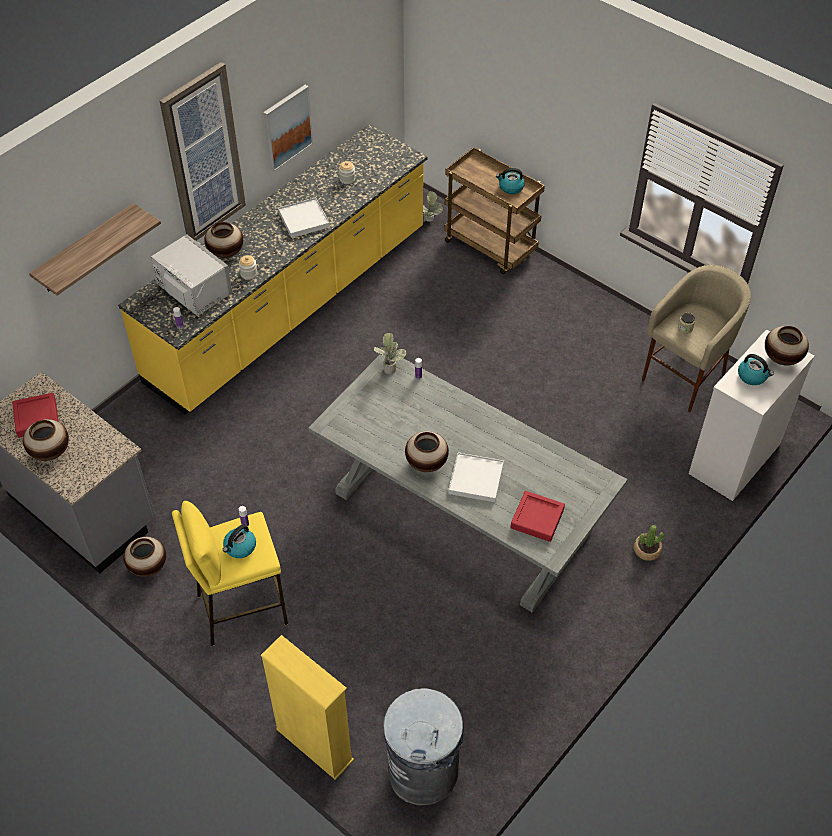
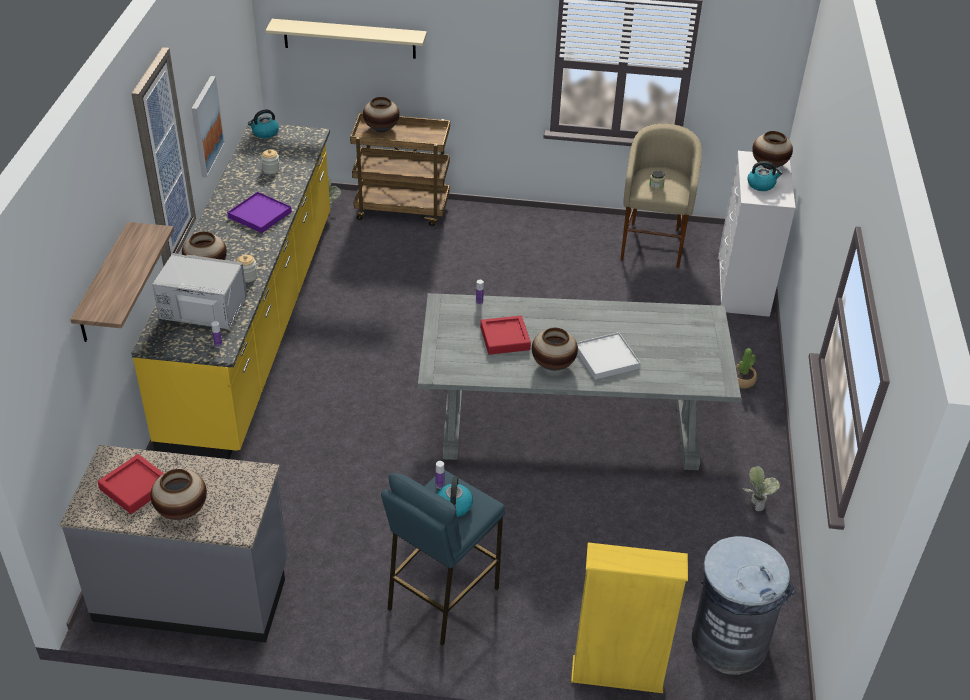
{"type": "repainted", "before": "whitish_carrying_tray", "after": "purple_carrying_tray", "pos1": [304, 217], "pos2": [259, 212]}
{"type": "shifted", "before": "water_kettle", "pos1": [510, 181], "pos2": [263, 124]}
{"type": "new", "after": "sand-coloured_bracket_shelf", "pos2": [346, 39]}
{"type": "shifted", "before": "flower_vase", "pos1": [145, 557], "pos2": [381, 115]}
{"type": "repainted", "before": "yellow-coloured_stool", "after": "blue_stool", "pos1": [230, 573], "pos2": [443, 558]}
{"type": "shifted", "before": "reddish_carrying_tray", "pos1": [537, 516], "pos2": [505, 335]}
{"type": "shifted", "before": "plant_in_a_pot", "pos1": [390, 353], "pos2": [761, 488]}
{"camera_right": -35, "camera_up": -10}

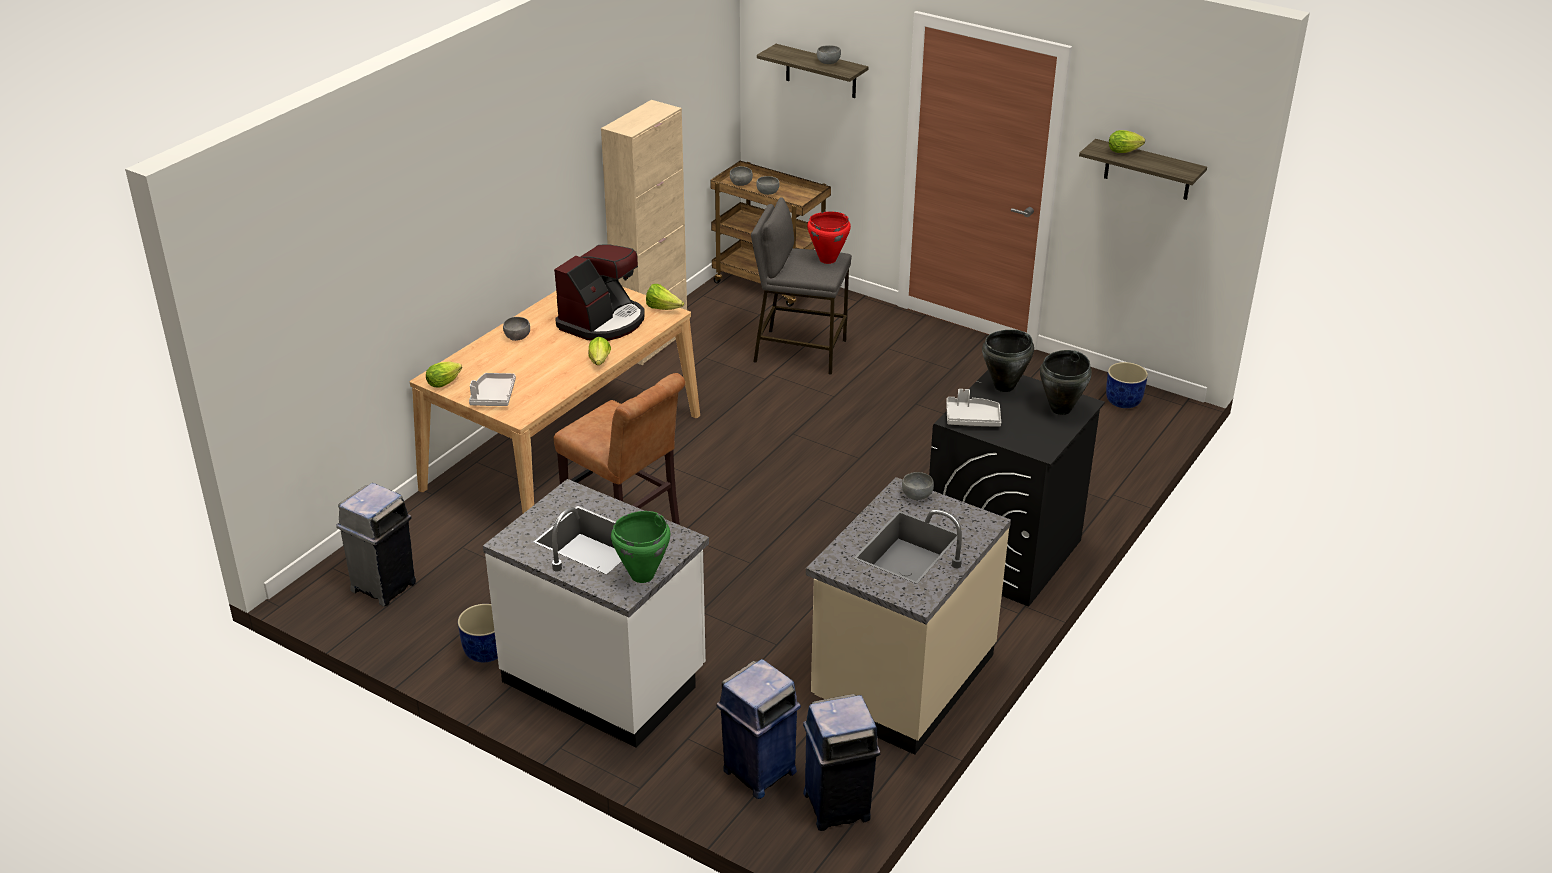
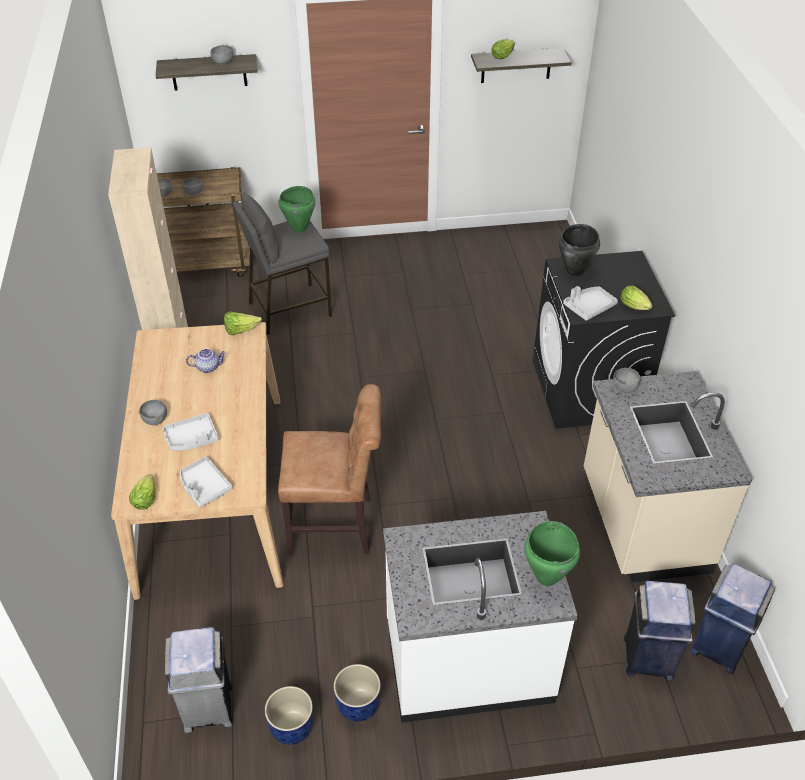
{"type": "new", "after": "gray_carrying_tray", "pos2": [190, 431]}
{"type": "swapped", "before": "coffee_maker", "after": "pot_for_tea", "pos1": [599, 292], "pos2": [206, 360]}
{"type": "shifted", "before": "blue_flower_pot", "pos1": [1127, 385], "pos2": [289, 715]}
{"type": "repainted", "before": "reddish_stockpot", "after": "green_stockpot", "pos1": [829, 238], "pos2": [297, 209]}
{"type": "shifted", "before": "head_of_lettuce", "pos1": [600, 351], "pos2": [636, 297]}
{"type": "gone", "before": "black-coloured_stockpot", "pos1": [1066, 382]}
{"camera_right": -40, "camera_up": 10}

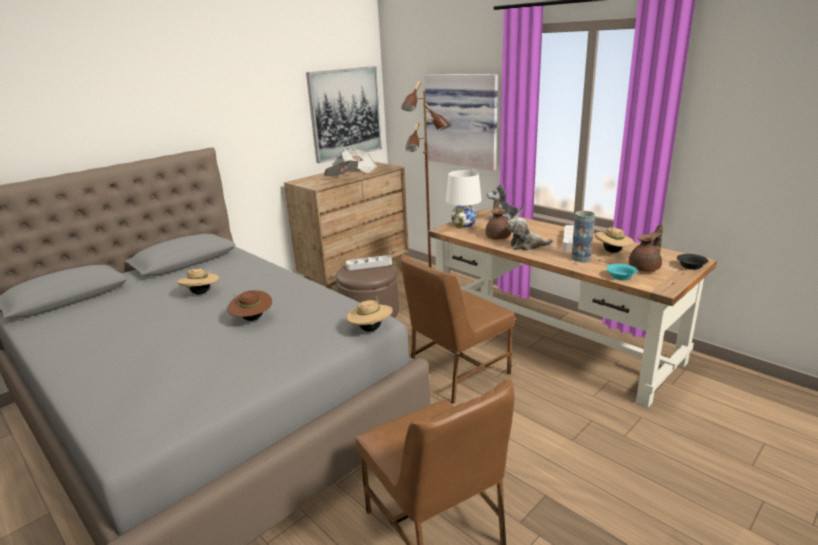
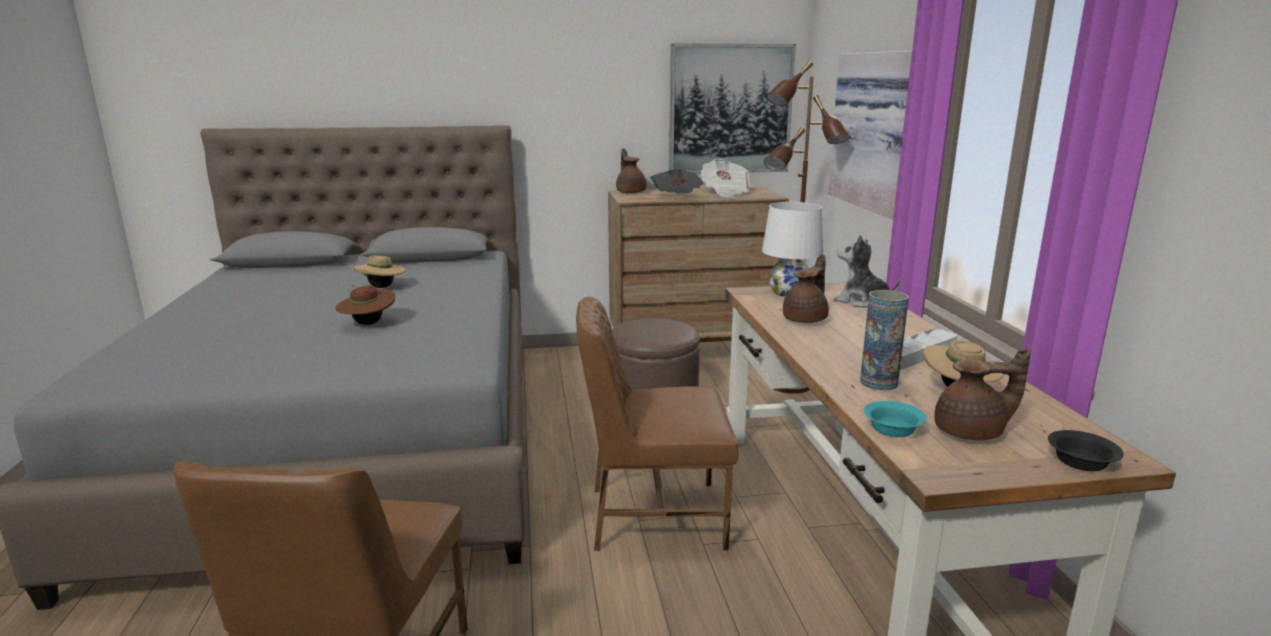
{"type": "new", "after": "brown_pot_for_tea", "pos2": [631, 170]}
{"type": "gone", "before": "gray_carrying_tray", "pos1": [369, 262]}
{"type": "gone", "before": "sand-coloured_clothing_hat", "pos1": [370, 314]}
{"type": "gone", "before": "soft_toy", "pos1": [531, 234]}
{"camera_right": 35, "camera_up": -5}

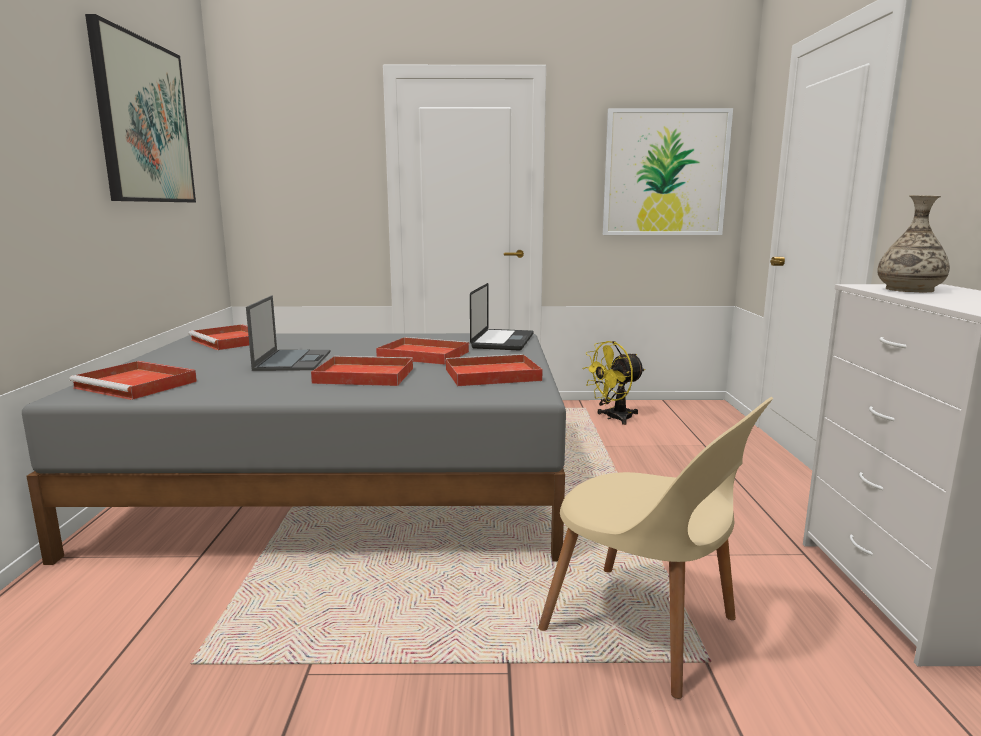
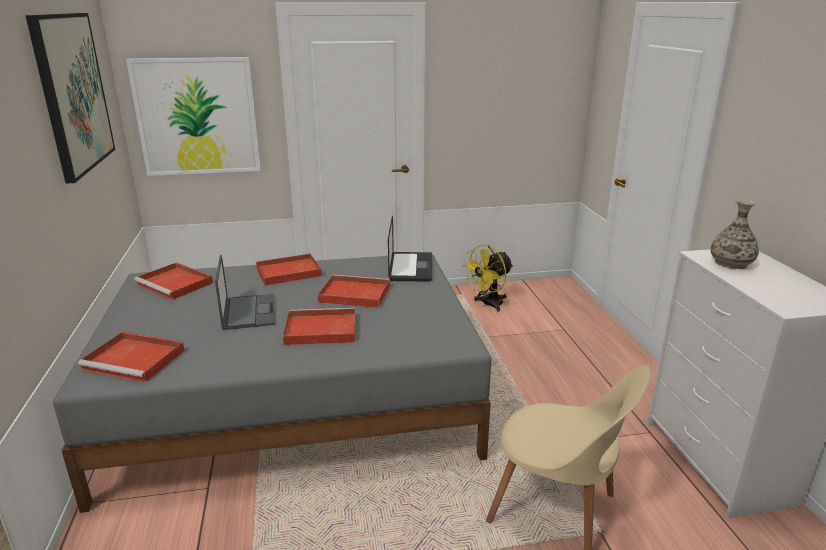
{"type": "shifted", "before": "wall_picture", "pos1": [668, 171], "pos2": [193, 116]}
{"type": "shifted", "before": "reddish_carrying_tray", "pos1": [494, 370], "pos2": [289, 269]}
{"camera_right": -10, "camera_up": 10}

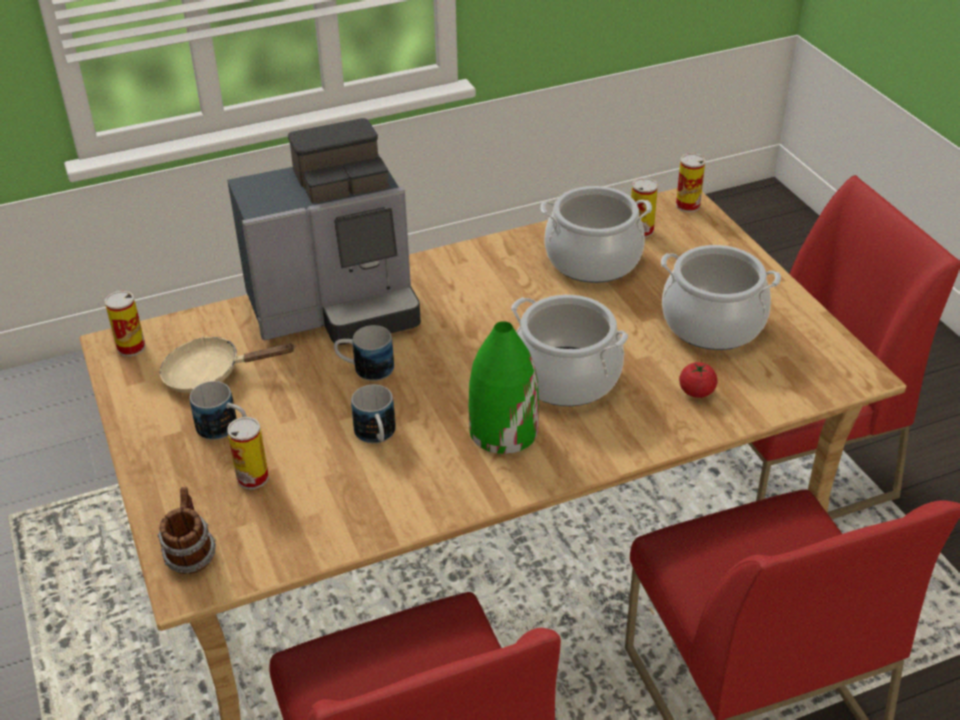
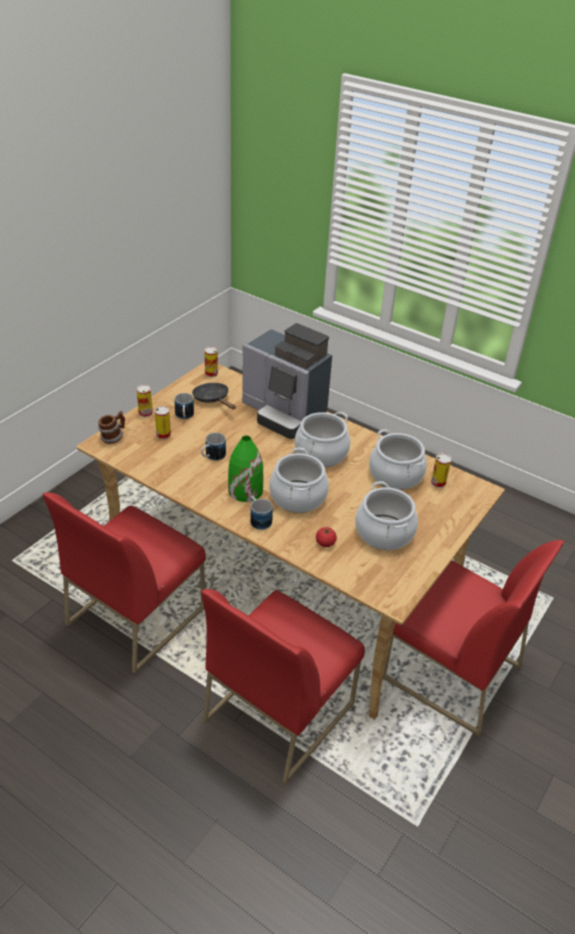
{"type": "shifted", "before": "metal_can", "pos1": [691, 182], "pos2": [145, 401]}
{"type": "repainted", "before": "sand-coloured_frying_pan", "after": "black-coloured_frying_pan", "pos1": [228, 365], "pos2": [214, 396]}
{"type": "shifted", "before": "mug", "pos1": [364, 353], "pos2": [261, 513]}
{"type": "new", "after": "stockpot", "pos2": [322, 439]}
{"camera_right": 55, "camera_up": 0}

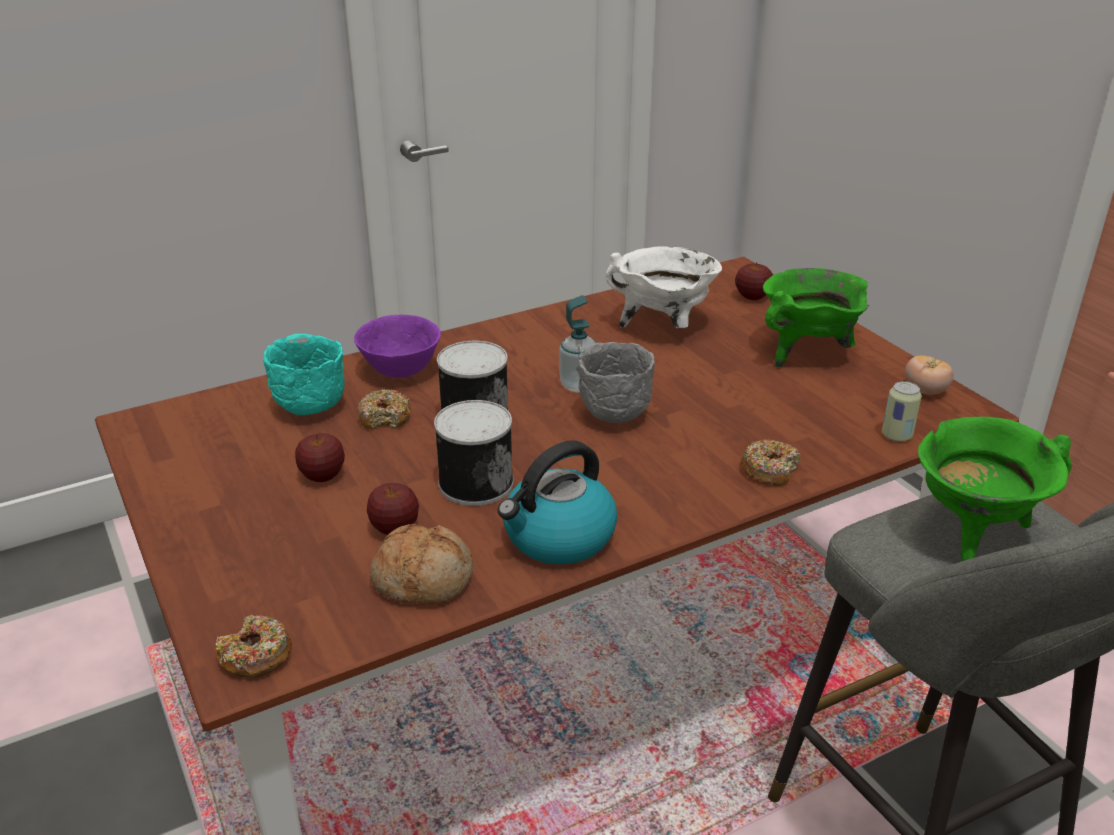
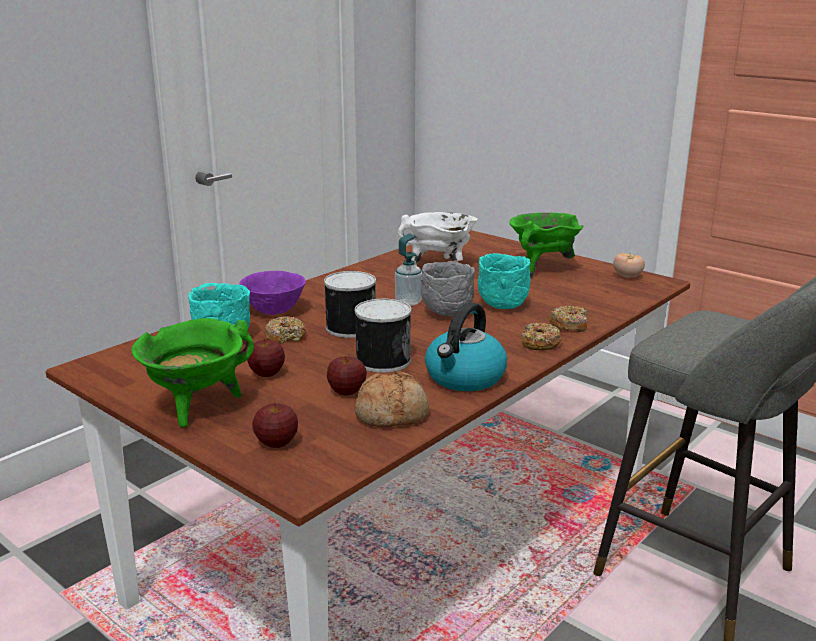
{"type": "shifted", "before": "green_stockpot", "pos1": [995, 489], "pos2": [192, 373]}
{"type": "shifted", "before": "whole_apple", "pos1": [754, 281], "pos2": [275, 425]}
{"type": "new", "after": "turquoise-coloured_serving_bowl", "pos2": [504, 281]}
{"type": "shifted", "before": "ring_doughnut", "pos1": [253, 646], "pos2": [541, 336]}
{"type": "gone", "before": "metal_can", "pos1": [902, 411]}
{"camera_right": -20, "camera_up": -10}

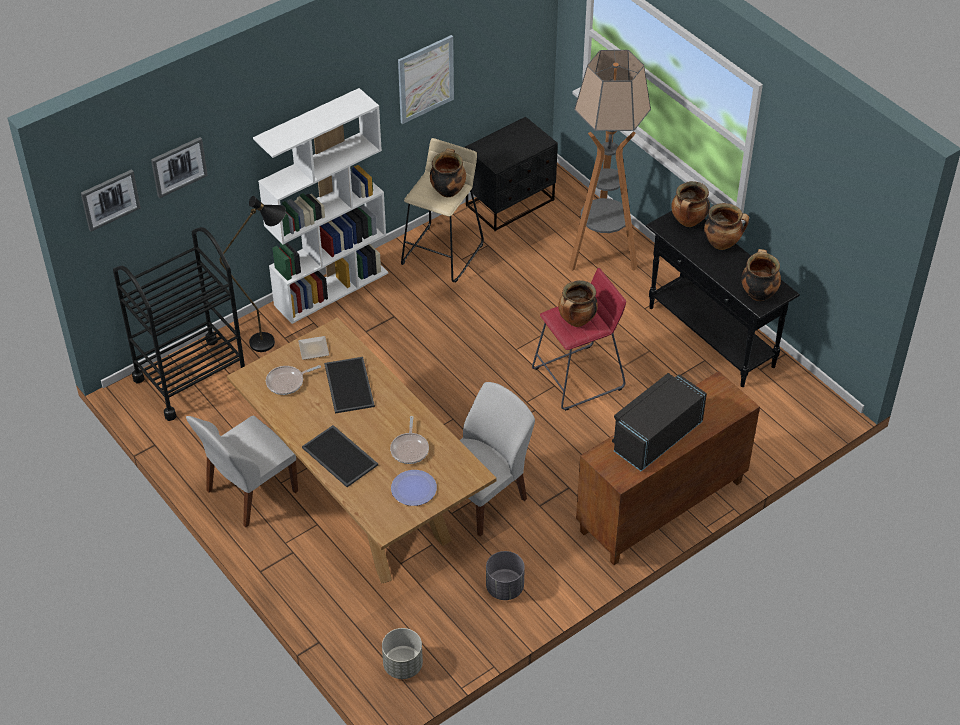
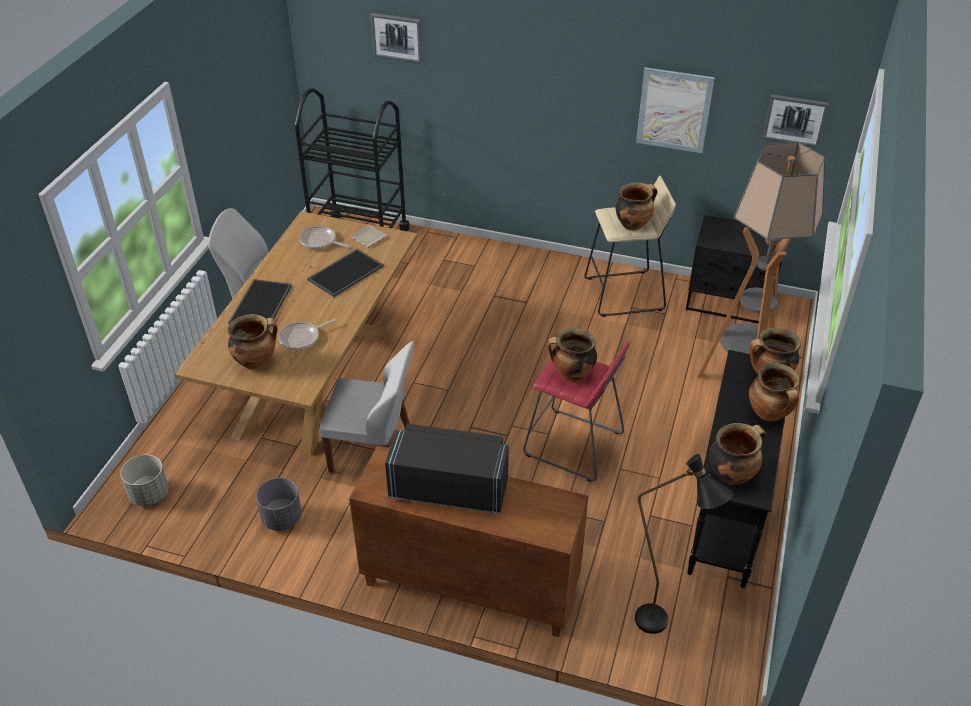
{"type": "swapped", "before": "plate", "after": "stockpot", "pos1": [414, 488], "pos2": [253, 342]}
{"type": "shifted", "before": "black-coloured_standard_lamp", "pos1": [252, 274], "pos2": [684, 544]}
{"type": "shifted", "before": "wall_picture", "pos1": [111, 200], "pos2": [795, 121]}
{"type": "gone", "before": "whitish_bookcase", "pos1": [320, 206]}
{"camera_right": 55, "camera_up": -5}

